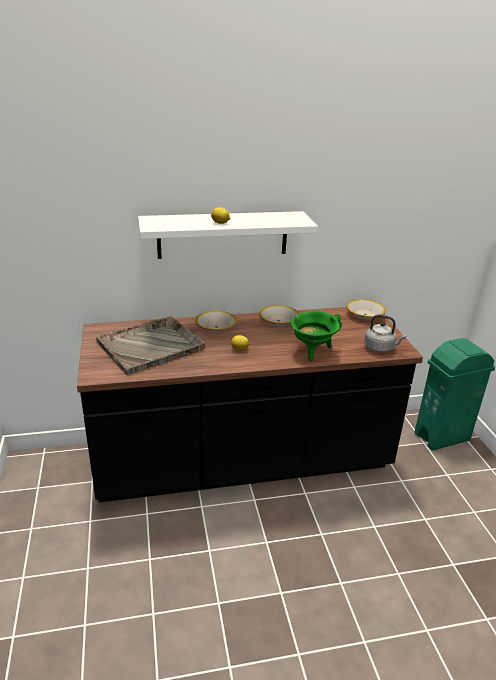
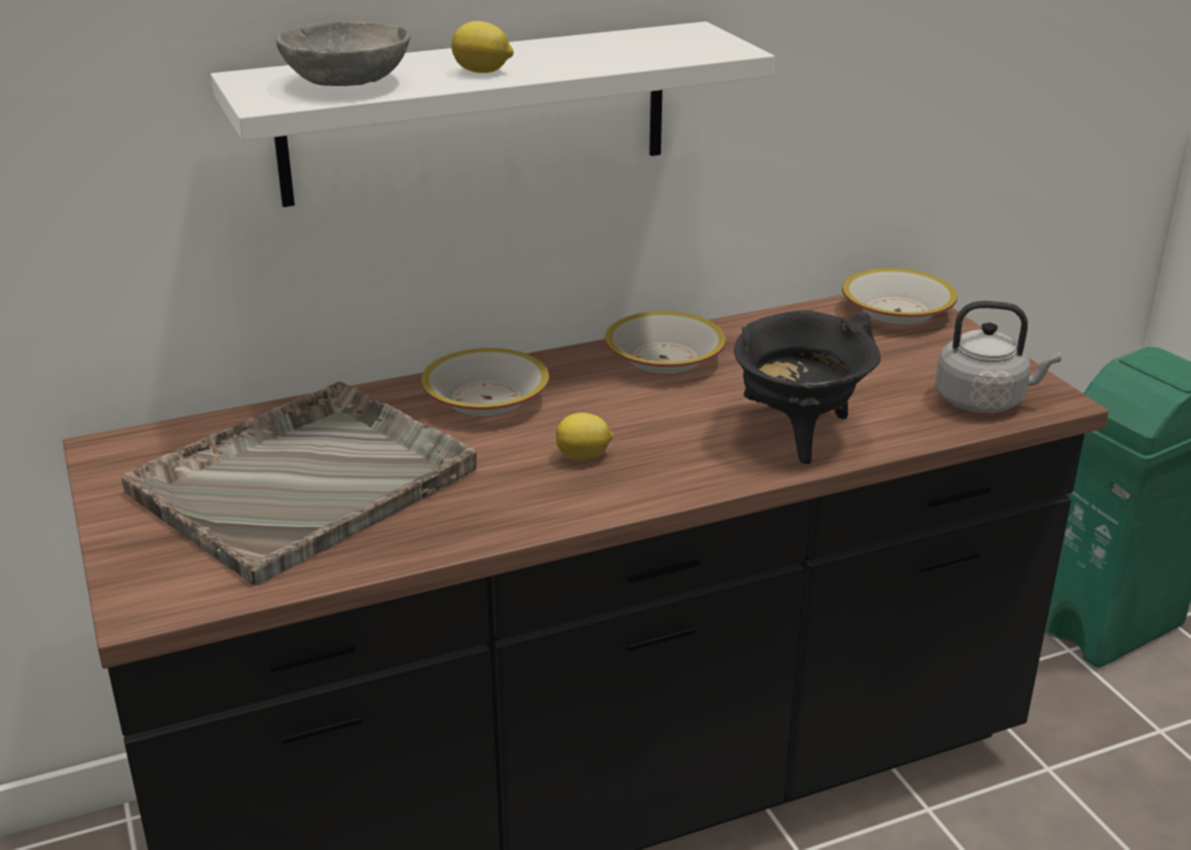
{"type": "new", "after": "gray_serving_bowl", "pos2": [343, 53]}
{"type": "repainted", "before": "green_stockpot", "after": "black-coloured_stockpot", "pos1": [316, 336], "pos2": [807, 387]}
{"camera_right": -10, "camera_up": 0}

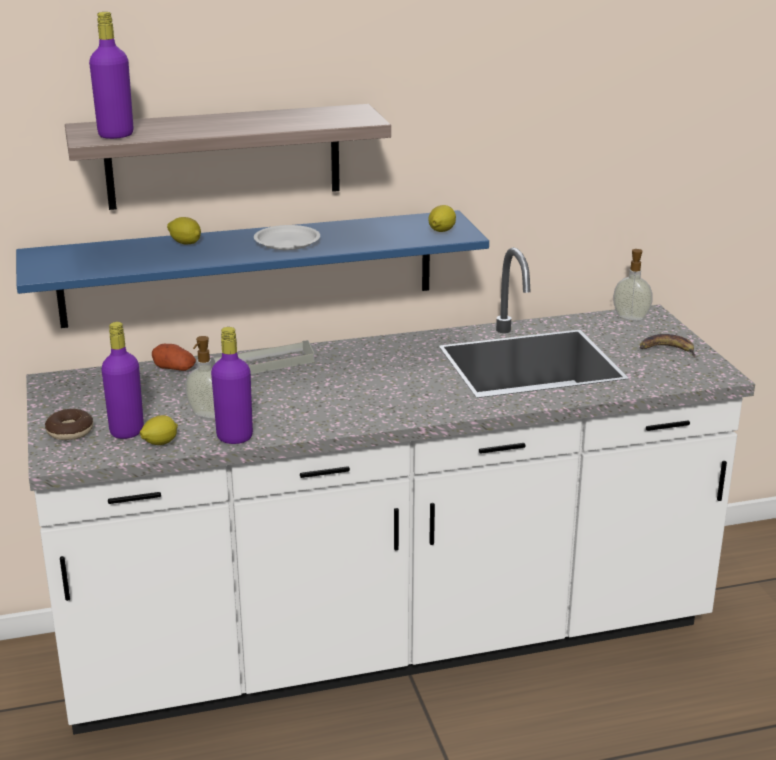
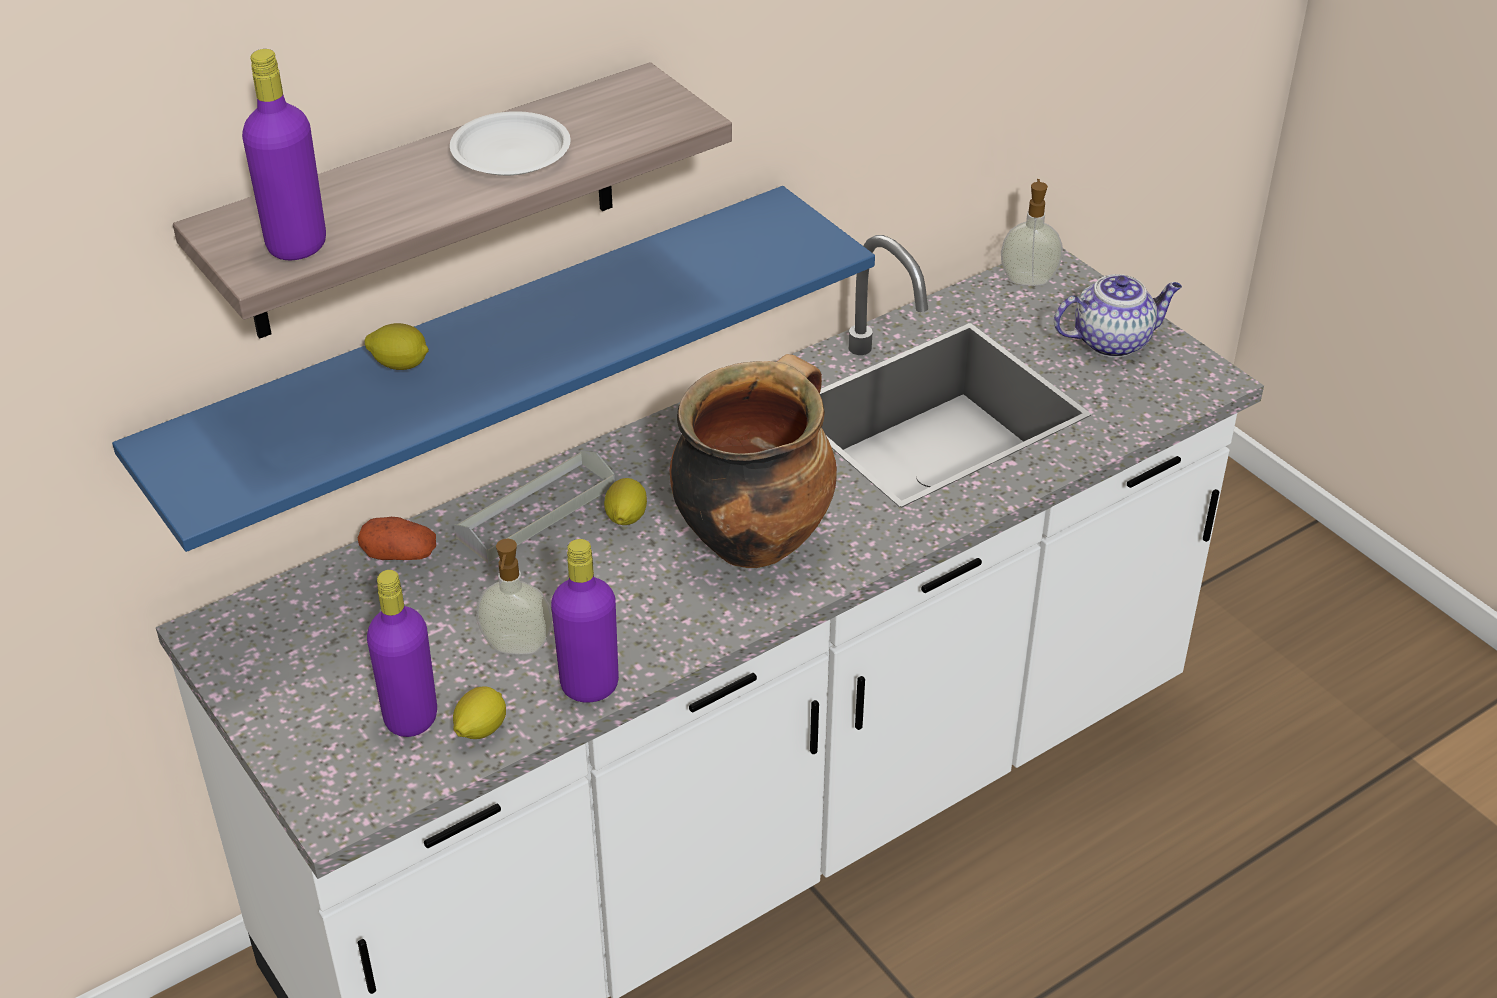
{"type": "shifted", "before": "whitish_plate", "pos1": [287, 237], "pos2": [510, 143]}
{"type": "shifted", "before": "lemon", "pos1": [442, 218], "pos2": [625, 501]}
{"type": "new", "after": "stockpot", "pos2": [753, 461]}
{"type": "swapped", "before": "whole_banana", "after": "pot_for_tea", "pos1": [668, 346], "pos2": [1118, 316]}
{"type": "gone", "before": "ring_doughnut", "pos1": [69, 424]}
{"camera_right": -20, "camera_up": 15}

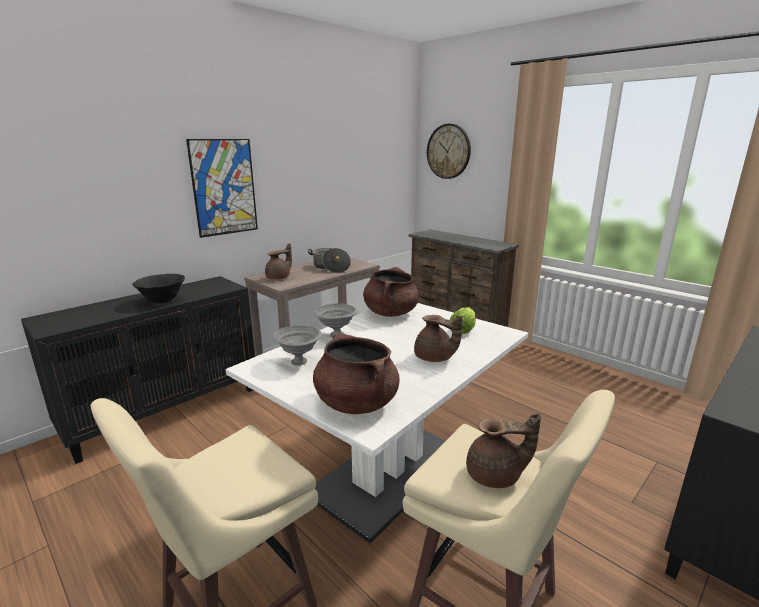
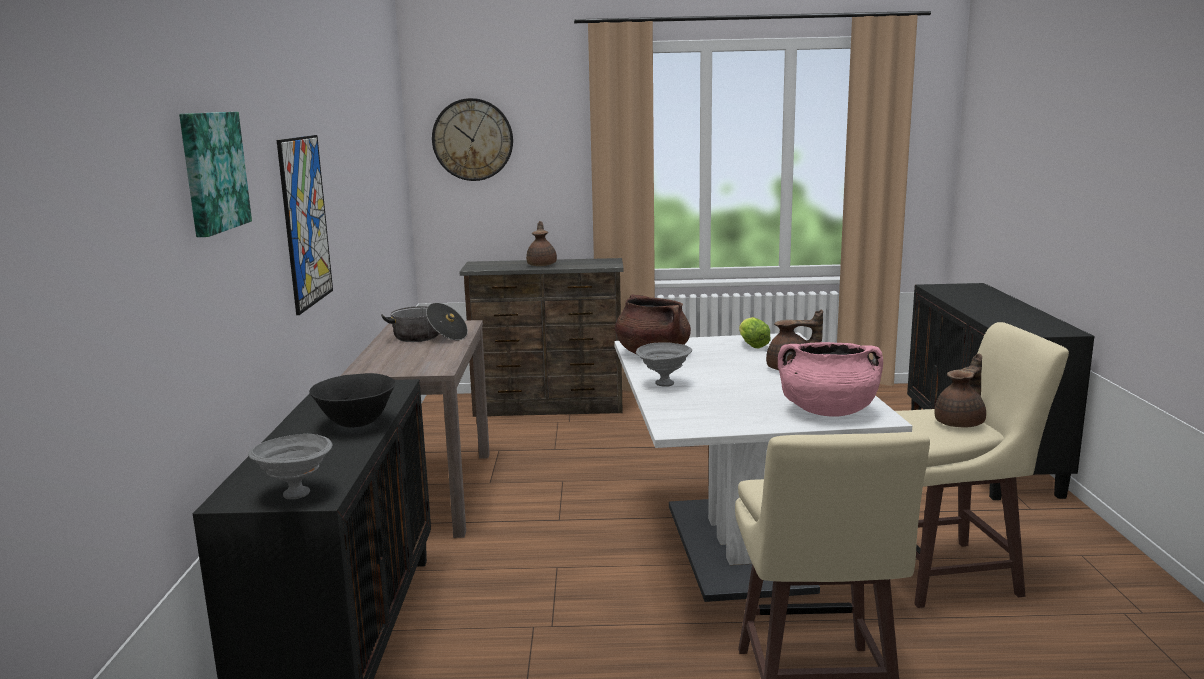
{"type": "new", "after": "wall_picture", "pos2": [215, 174]}
{"type": "shifted", "before": "gray_serving_bowl", "pos1": [297, 345], "pos2": [290, 466]}
{"type": "shifted", "before": "brown_pot_for_tea", "pos1": [278, 261], "pos2": [541, 243]}
{"type": "repainted", "before": "brown_stockpot", "after": "pink_stockpot", "pos1": [356, 373], "pos2": [830, 379]}
{"camera_right": -45, "camera_up": -5}

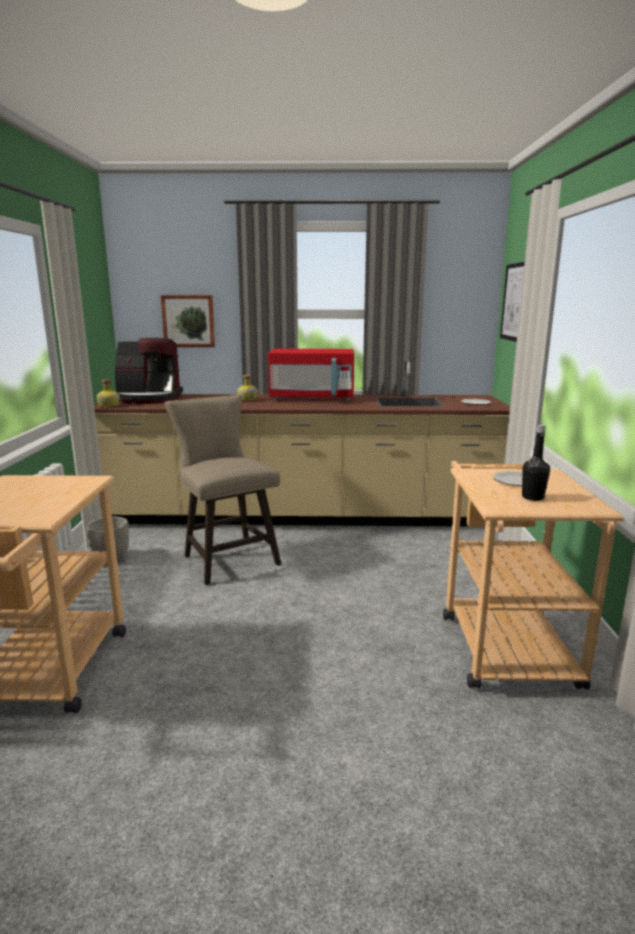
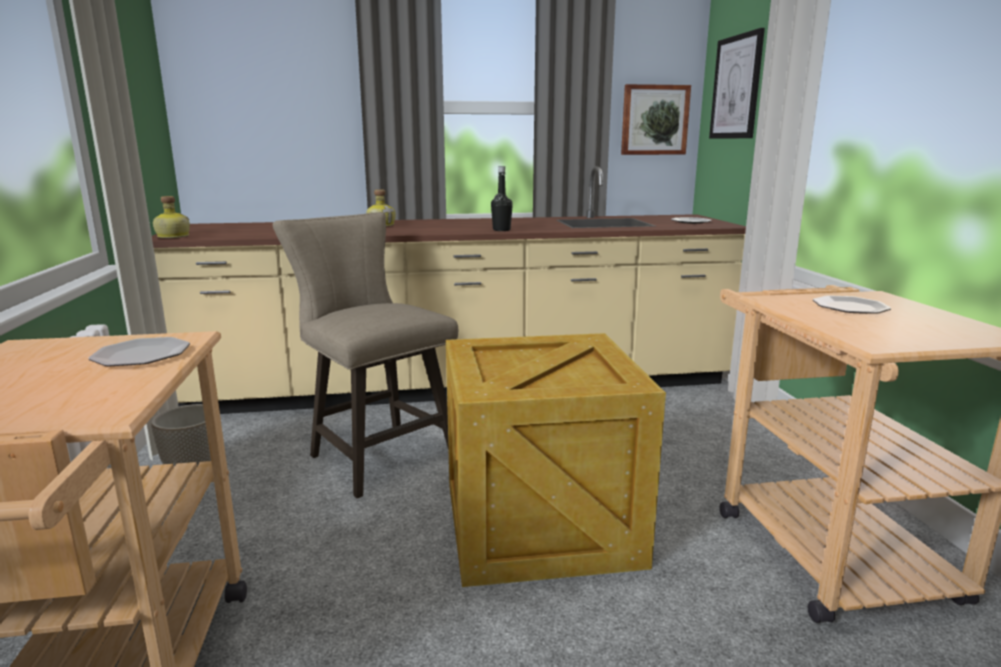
{"type": "new", "after": "plate", "pos2": [139, 351]}
{"type": "new", "after": "shipping_crate", "pos2": [556, 460]}
{"type": "shifted", "before": "black-coloured_bottle", "pos1": [536, 463], "pos2": [502, 198]}
{"type": "shifted", "before": "wall_picture", "pos1": [188, 321], "pos2": [656, 119]}
{"type": "gone", "before": "coffee_maker", "pos1": [149, 371]}
{"type": "gone", "before": "reddish_microwave_oven", "pos1": [311, 375]}
{"camera_right": -10, "camera_up": 0}

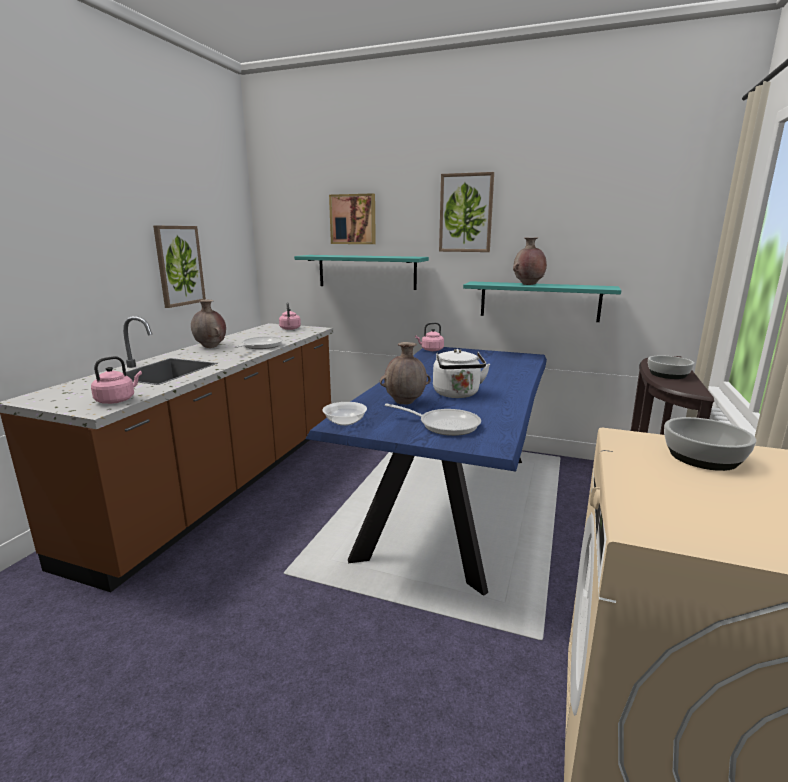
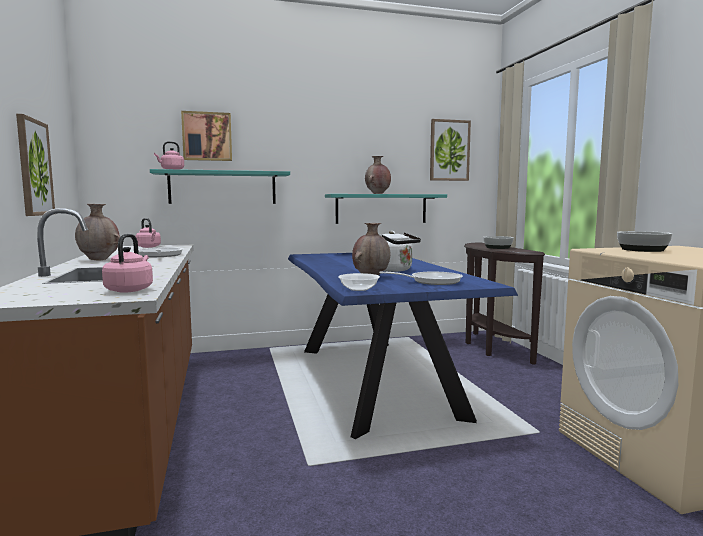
{"type": "shifted", "before": "pink_water_kettle", "pos1": [429, 336], "pos2": [169, 155]}
{"type": "shifted", "before": "wall_picture", "pos1": [466, 212], "pos2": [450, 150]}
{"camera_right": -35, "camera_up": -10}

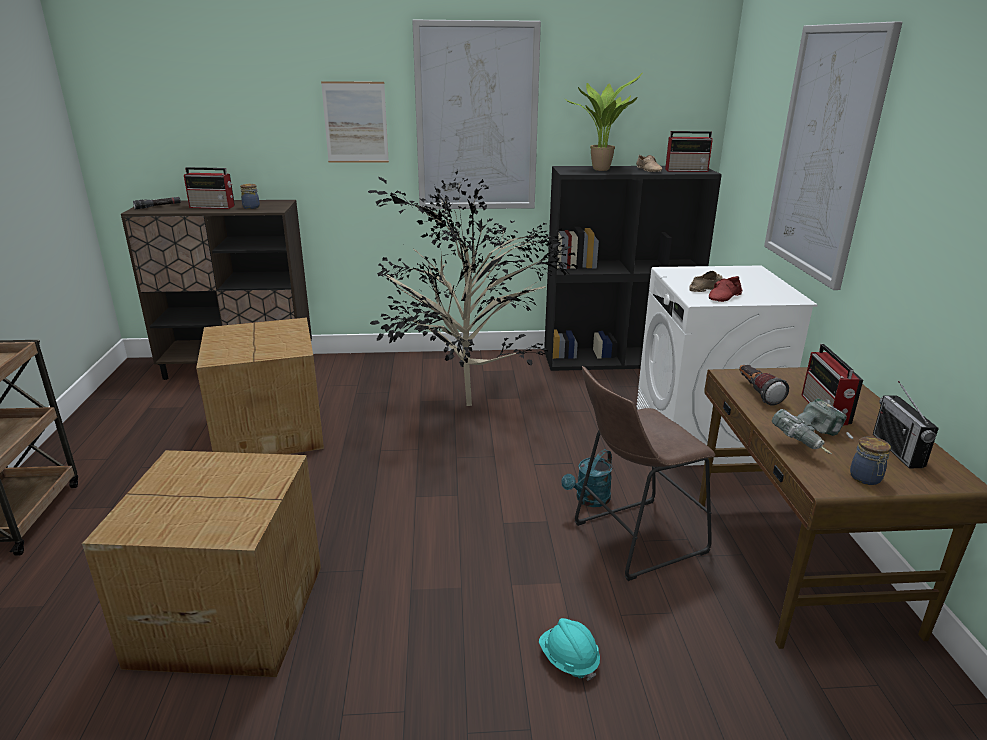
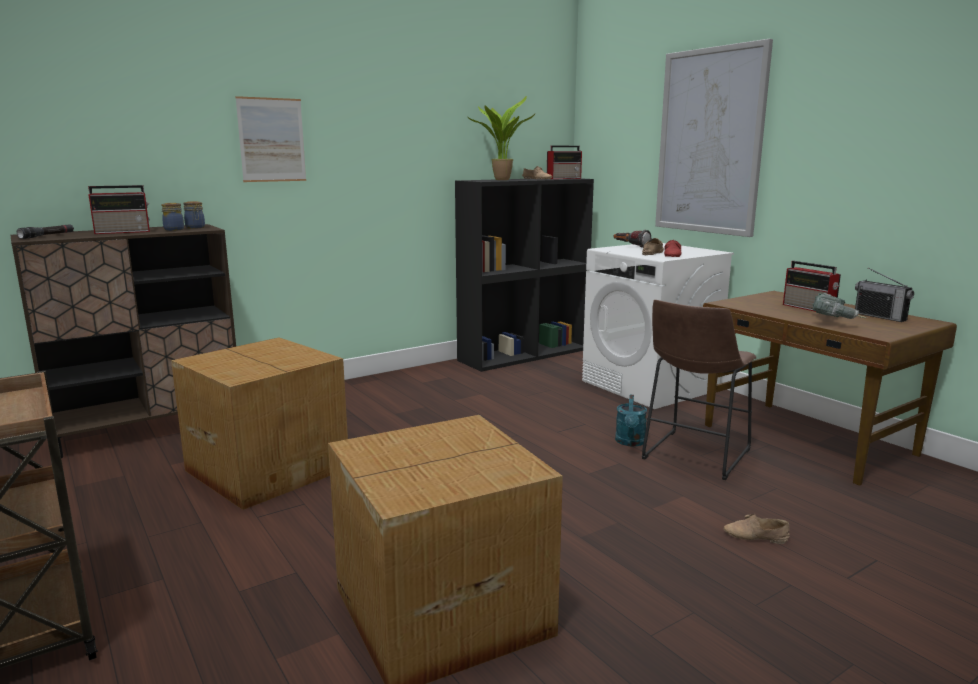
{"type": "shifted", "before": "jar", "pos1": [870, 460], "pos2": [194, 215]}
{"type": "shifted", "before": "torch", "pos1": [764, 385], "pos2": [632, 239]}
{"type": "swapped", "before": "turquoise-coloured_work_helmet", "after": "sand-coloured_shoe", "pos1": [569, 649], "pos2": [757, 529]}
{"type": "gone", "before": "plant_in_a_pot", "pos1": [473, 288]}
{"type": "gone", "before": "wall_picture", "pos1": [476, 114]}
{"camera_right": -30, "camera_up": -10}

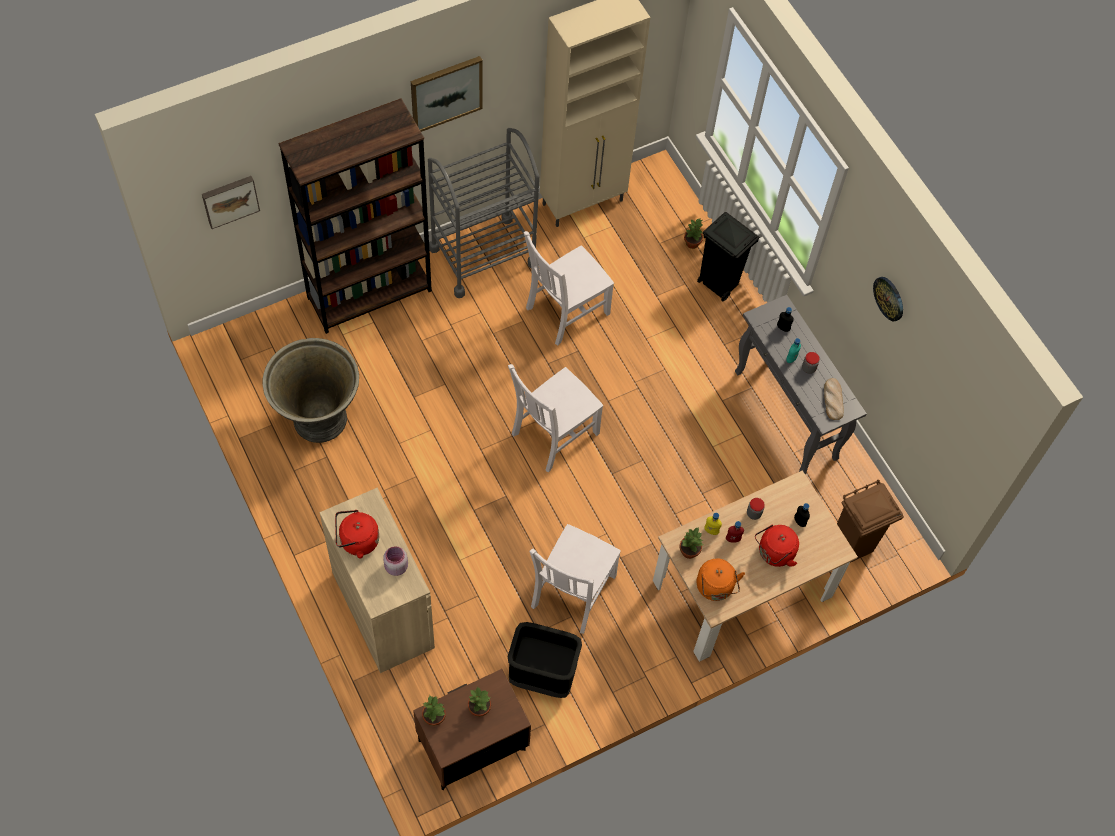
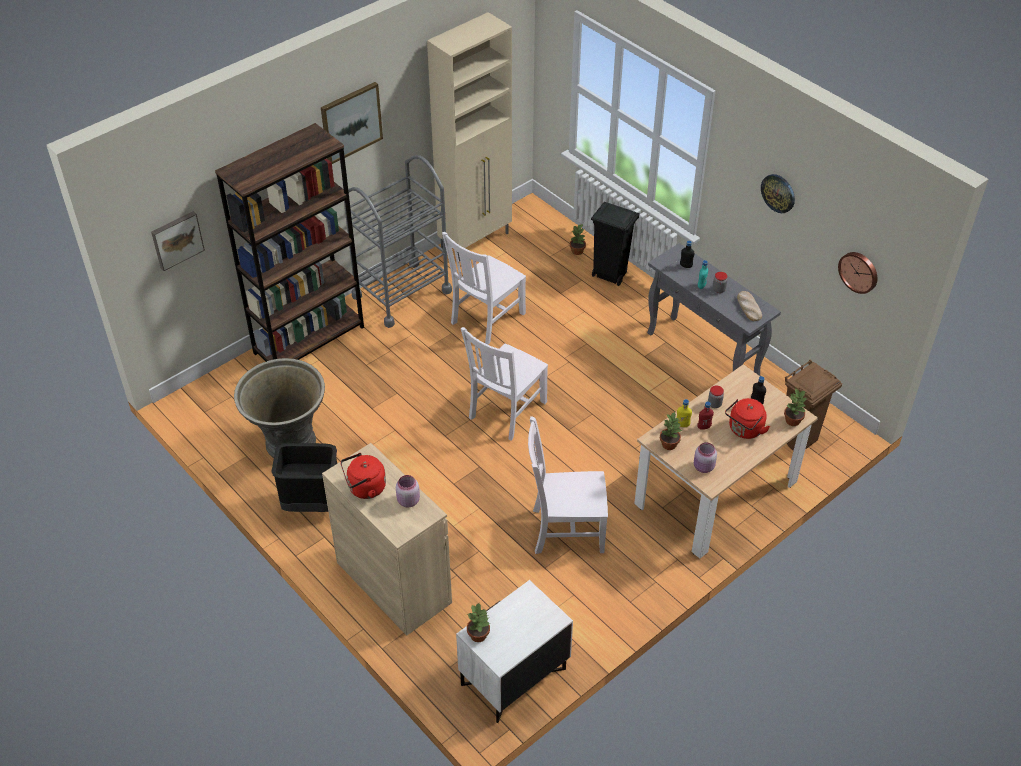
{"type": "shifted", "before": "black-coloured_trash_can", "pos1": [545, 660], "pos2": [304, 477]}
{"type": "repainted", "before": "brown_night_table", "after": "whitish_night_table", "pos1": [472, 729], "pos2": [514, 651]}
{"type": "rotated", "before": "whitish_chair", "pos1": [575, 579], "pos2": [568, 485], "turn": 75}
{"type": "swapped", "before": "orangey_water_kettle", "after": "pink_jar", "pos1": [721, 580], "pos2": [705, 457]}
{"type": "shifted", "before": "plant_in_a_pot", "pos1": [479, 701], "pos2": [795, 407]}
{"type": "new", "after": "hanging_clock", "pos2": [857, 273]}
{"camera_right": -10, "camera_up": -15}

